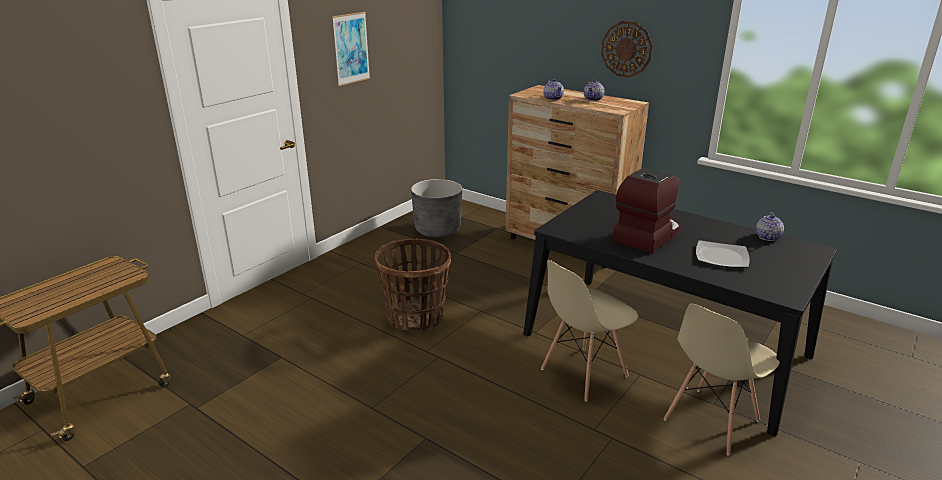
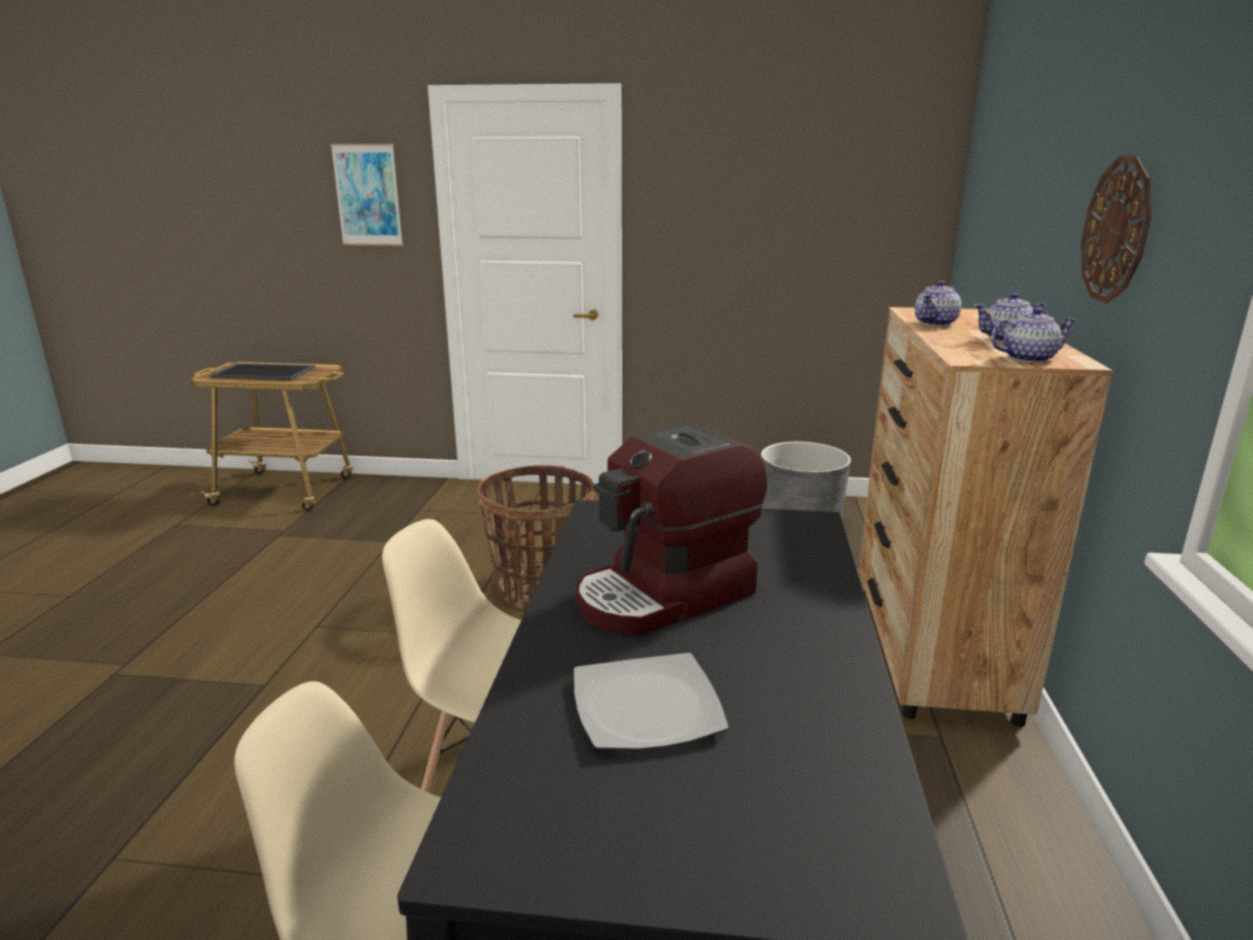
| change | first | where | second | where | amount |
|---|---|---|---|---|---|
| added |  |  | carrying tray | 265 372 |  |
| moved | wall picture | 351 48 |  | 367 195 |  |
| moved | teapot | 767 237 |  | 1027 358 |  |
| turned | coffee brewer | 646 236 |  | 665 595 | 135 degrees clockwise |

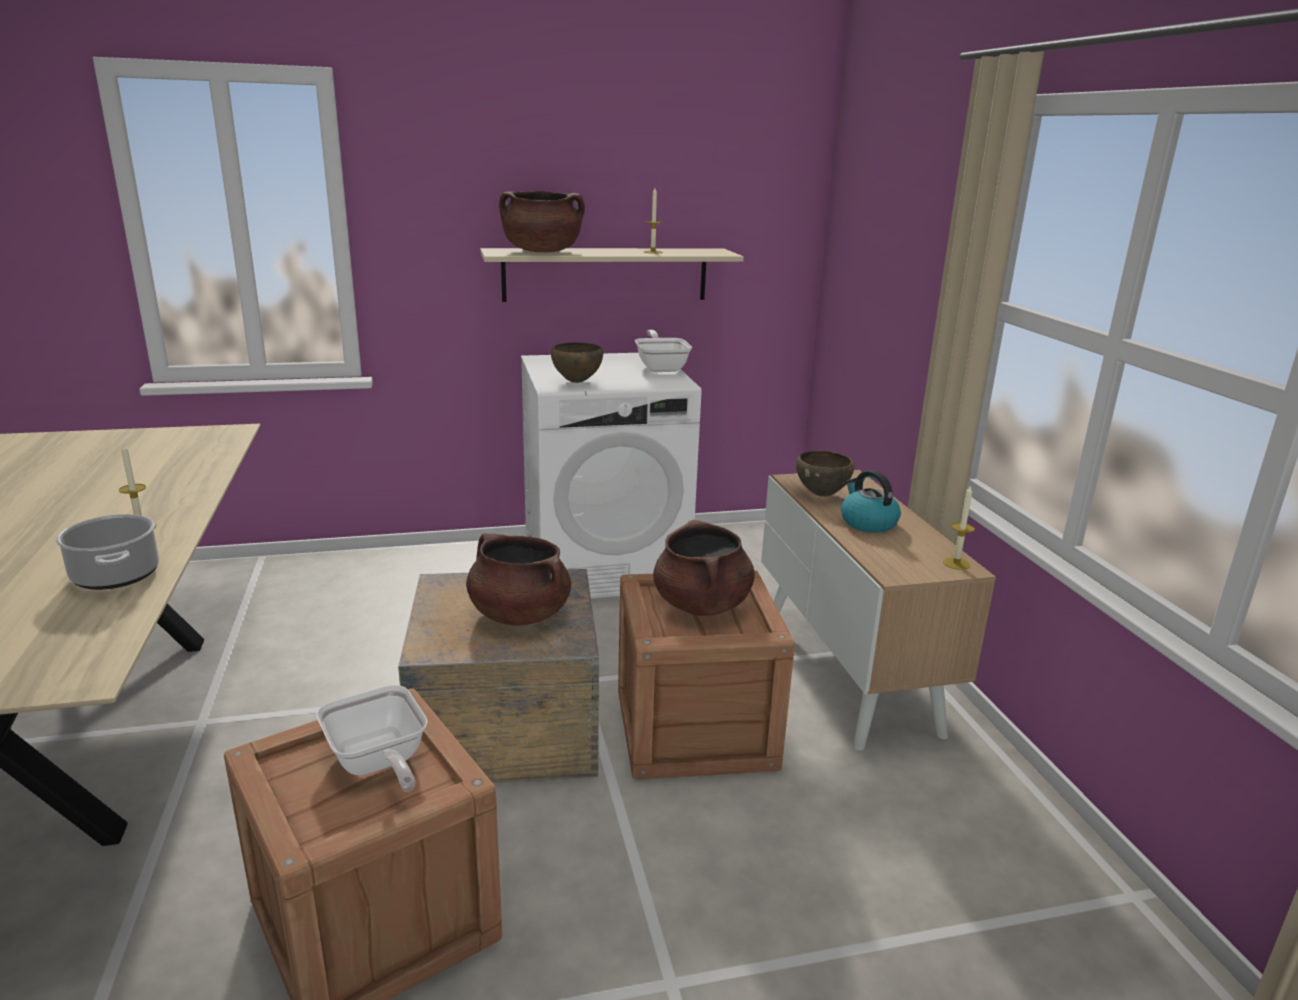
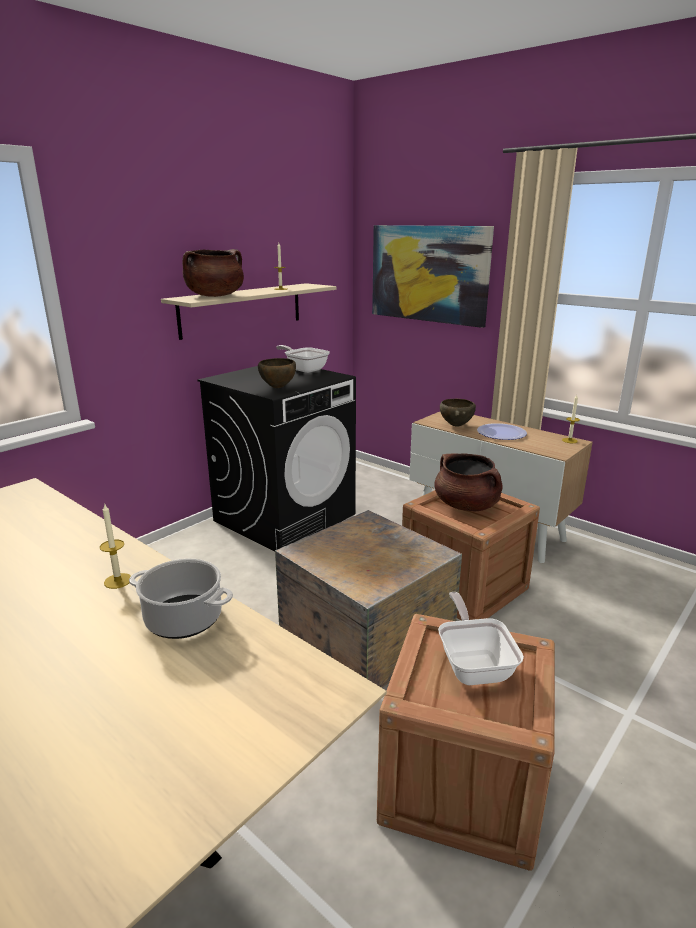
| change | first | where | second | where | amount |
|---|---|---|---|---|---|
| removed | stockpot (brownish) | 519 614 |  |  |  |
| added |  |  | wall picture | 429 274 |  |
| replaced | water kettle | 867 523 | flat dish | 501 433 |  |
| recoloured | laundry appliance (whitish) | 605 564 | laundry appliance (black) | 285 517 |  |
| turned | frying pan | 378 764 |  | 474 664 | 120 degrees counterclockwise |

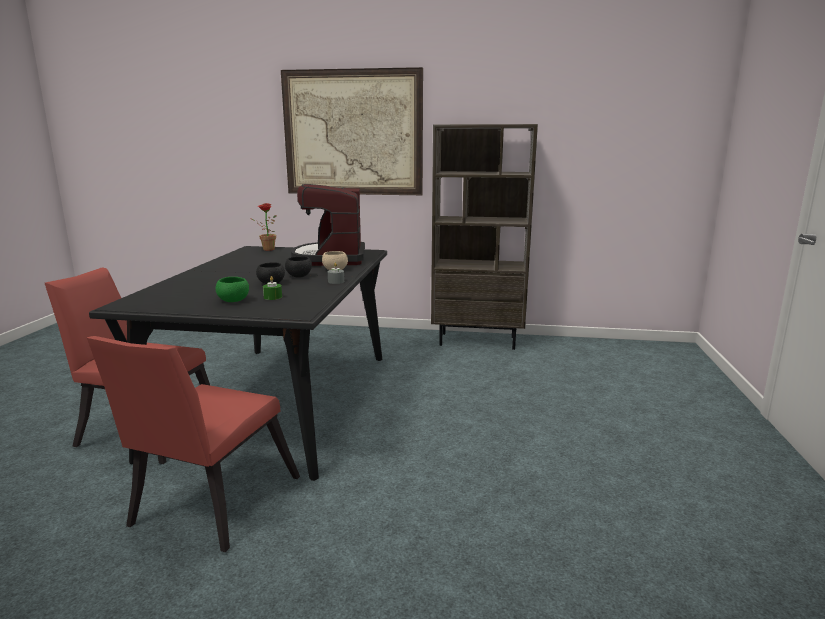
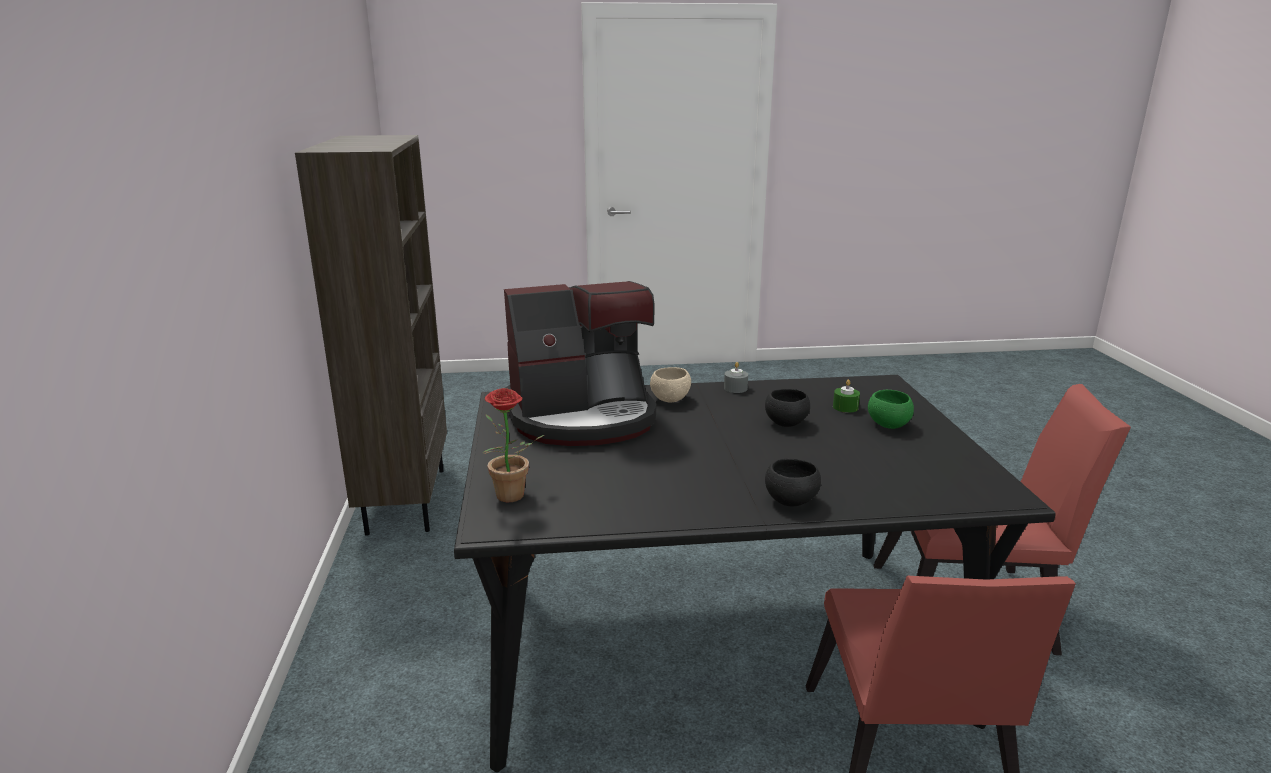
| change | first | where | second | where | amount |
|---|---|---|---|---|---|
| removed | wall picture | 353 133 |  |  |  |
| moved | deep dish (black) | 299 276 |  | 791 501 |  |

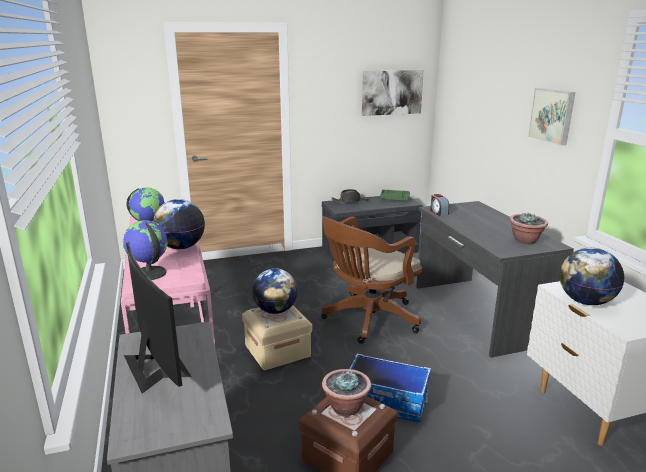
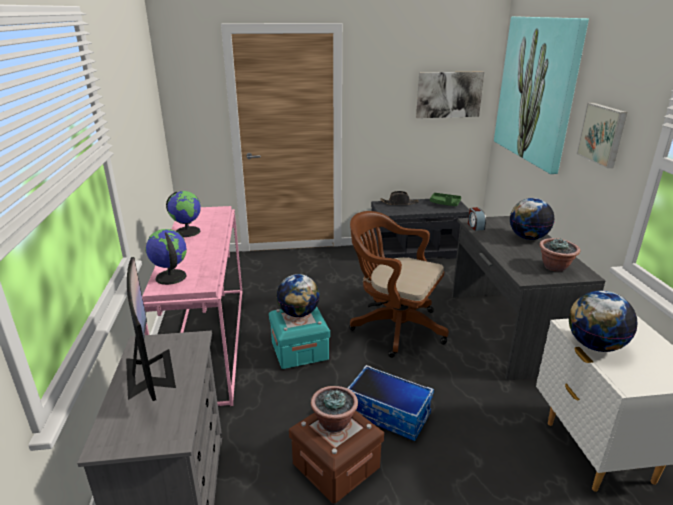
| change | first | where | second | where | amount |
|---|---|---|---|---|---|
| added |  |  | wall picture | 537 90 |  |
| moved | world globe | 181 247 |  | 528 237 |  |
| recoloured | storage container (beige) | 277 351 | storage container (turquoise) | 299 350 |  |
| turned | office chair (brownish) | 367 320 |  | 393 327 | 60 degrees clockwise |

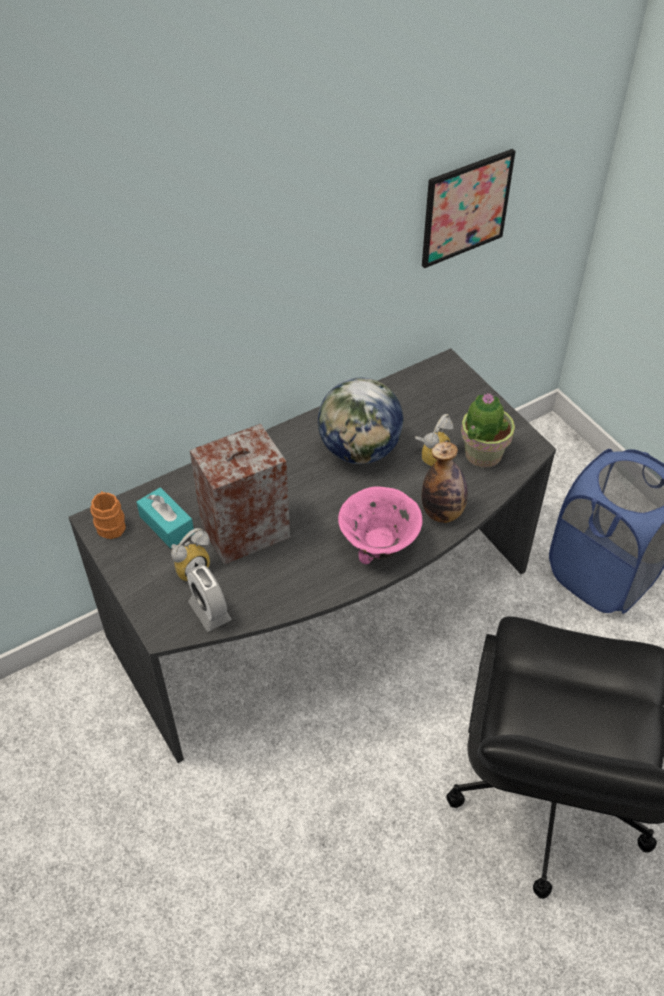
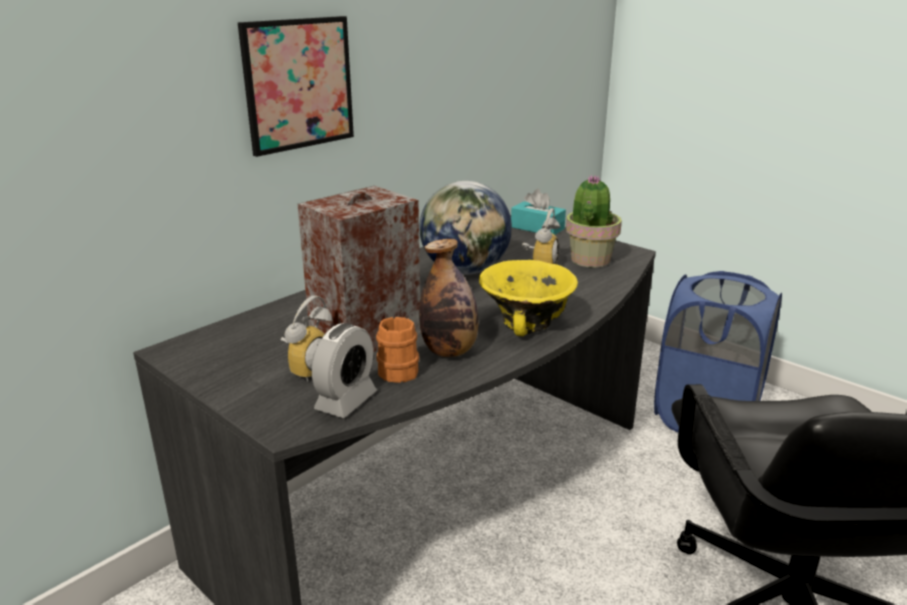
| change | first | where | second | where | amount |
|---|---|---|---|---|---|
| moved | tea mug (orange) | 110 524 |  | 395 370 |  |
| moved | box of tissues (turquoise) | 167 525 |  | 537 228 |  |
| moved | wall picture | 466 208 |  | 298 84 |  |
| moved | bottle | 442 512 |  | 449 351 |  |
| recoloured | deep dish (pink) | 378 544 | deep dish (yellow) | 525 325 |  |
| turned | table clock | 209 611 |  | 346 401 | 105 degrees counterclockwise |

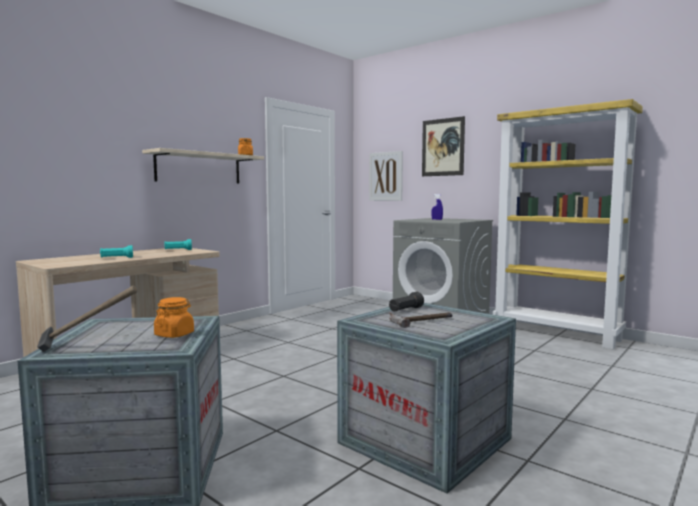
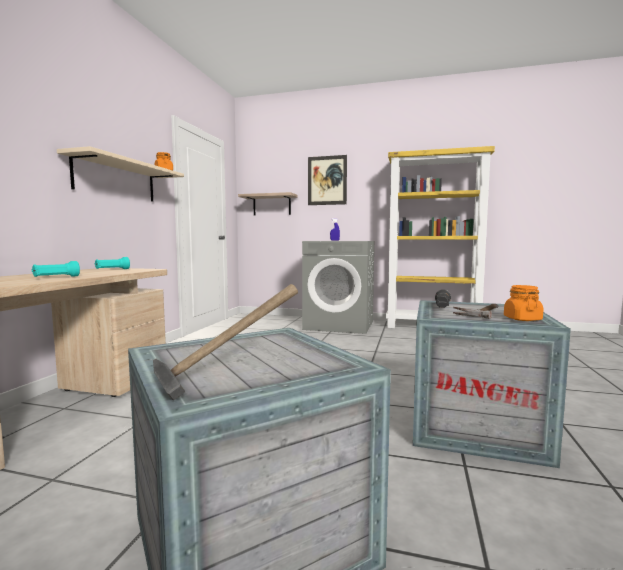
| change | first | where | second | where | amount |
|---|---|---|---|---|---|
| moved | storage jar (orange) | 174 334 |  | 522 319 |  |
| replaced | wall picture | 386 176 | wall shelf | 271 205 |  |

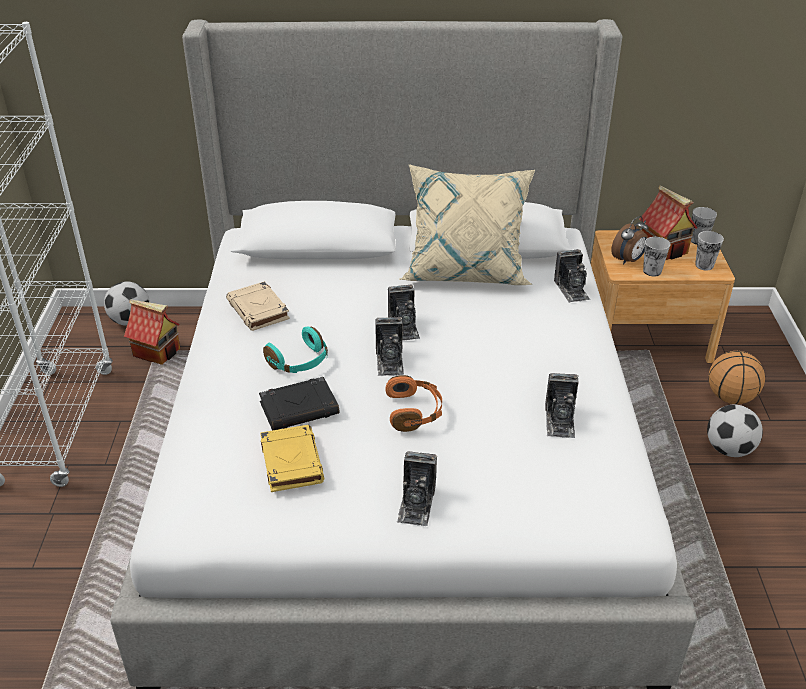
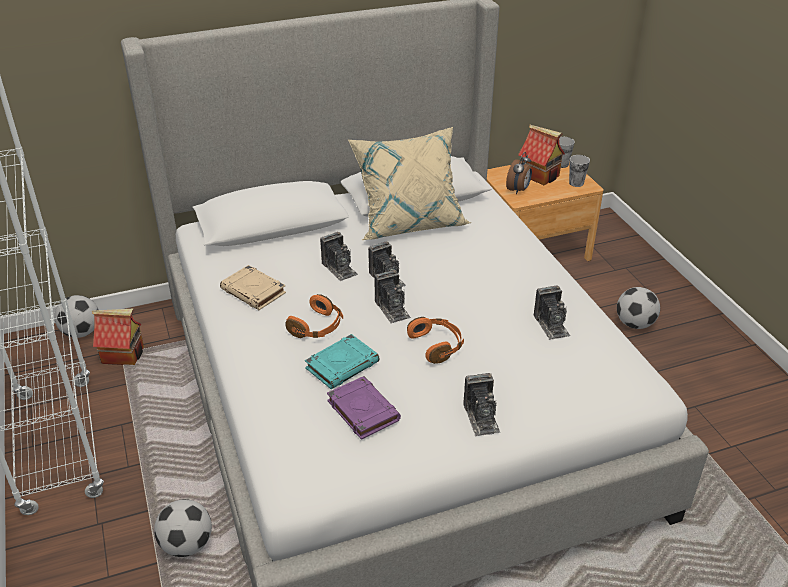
| change | first | where | second | where | amount |
|---|---|---|---|---|---|
| removed | drinking cup | 652 271 |  |  |  |
| removed | basketball | 731 397 |  |  |  |
| added |  |  | ball for football | 187 545 |  |
| moved | still camera | 571 289 |  | 339 268 |  |
| recoloured | volume (black) | 300 408 | volume (turquoise) | 342 365 |  |
| recoloured | volume (yellow) | 291 461 | volume (purplish) | 362 410 |  |
| recoloured | pair of headphones (turquoise) | 300 362 | pair of headphones (orange) | 317 327 |  |

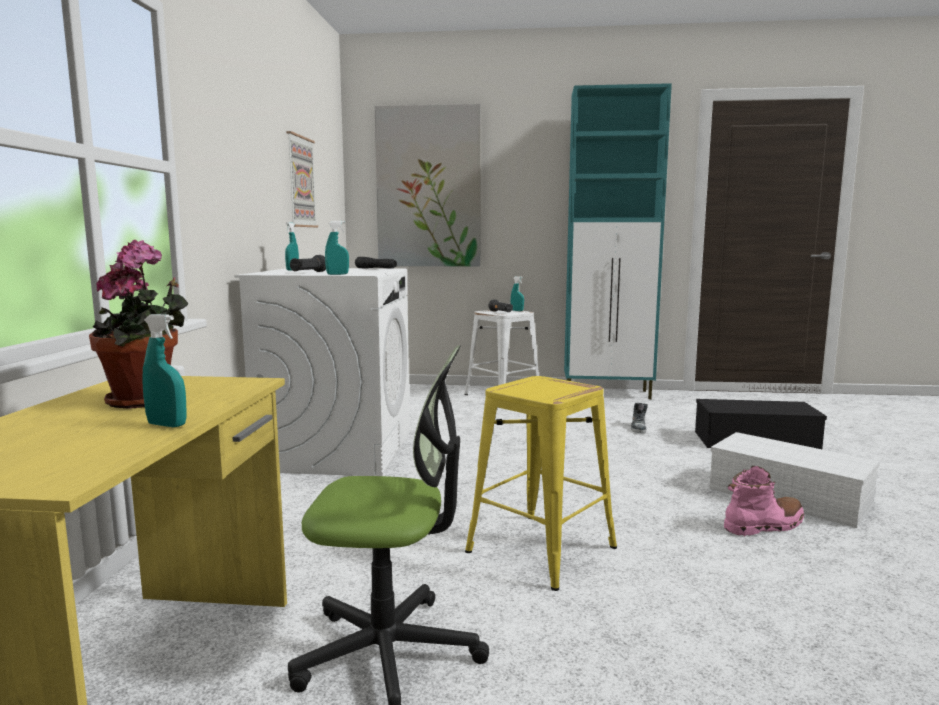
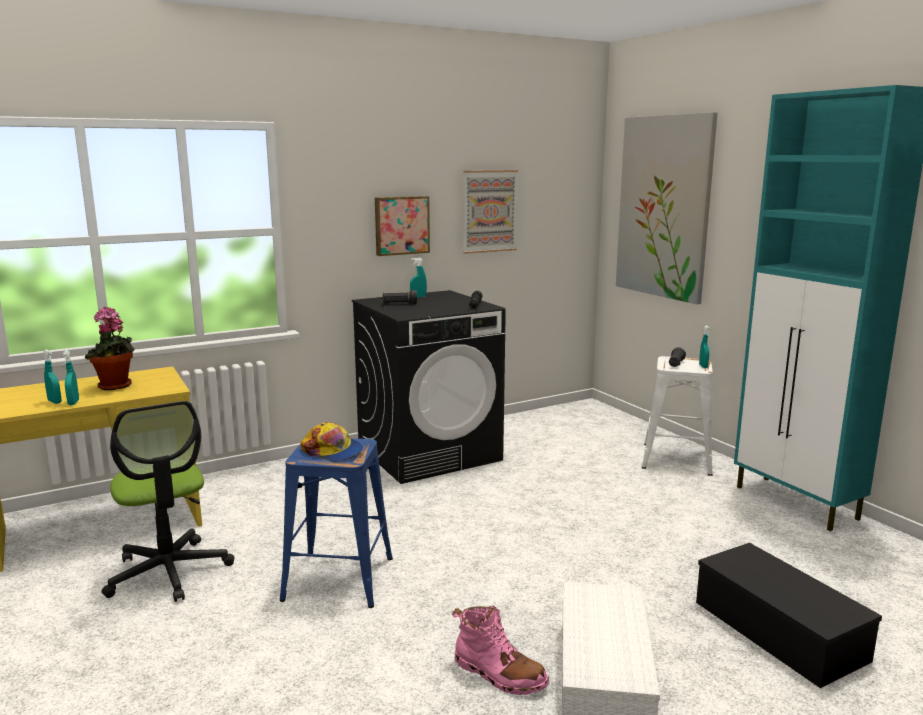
| change | first | where | second | where | amount |
|---|---|---|---|---|---|
| removed | low shoe | 638 428 |  |  |  |
| added |  |  | peaked cap | 333 451 |  |
| added |  |  | wall picture | 401 225 |  |
| moved | spray bottle (turquoise) | 337 274 |  | 54 402 |  |
| recoloured | laundry appliance (whitish) | 337 450 | laundry appliance (black) | 429 453 |  |
| recoloured | stool seat (yellow) | 540 548 | stool seat (blue) | 339 577 |  |

